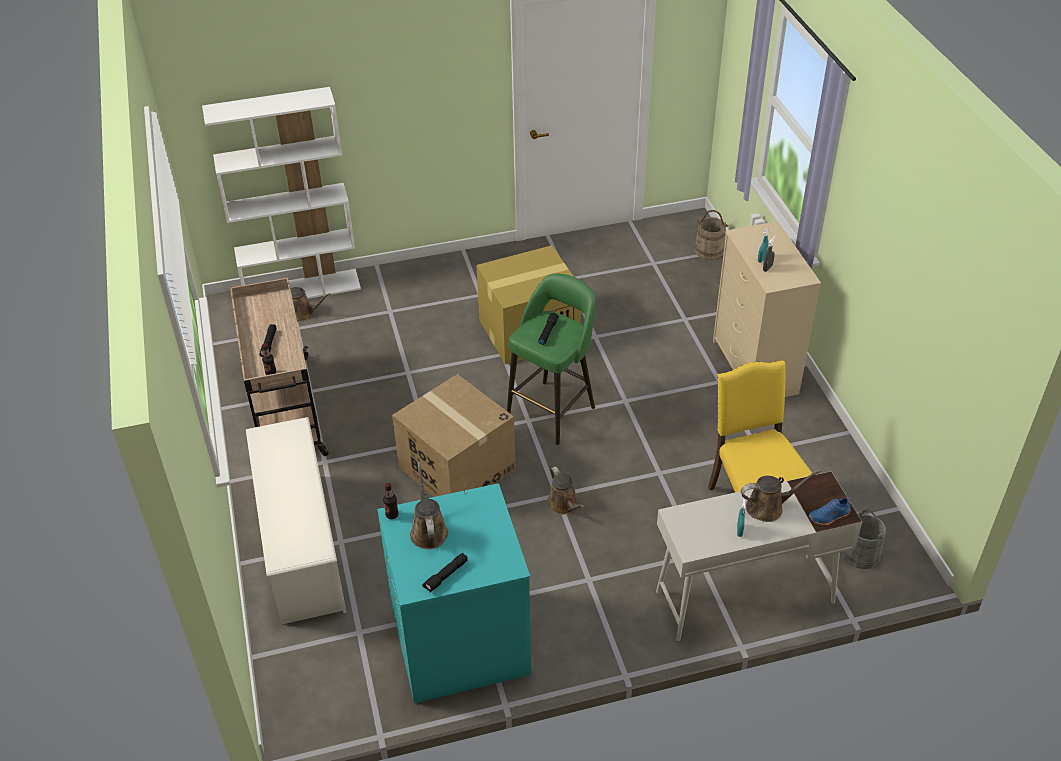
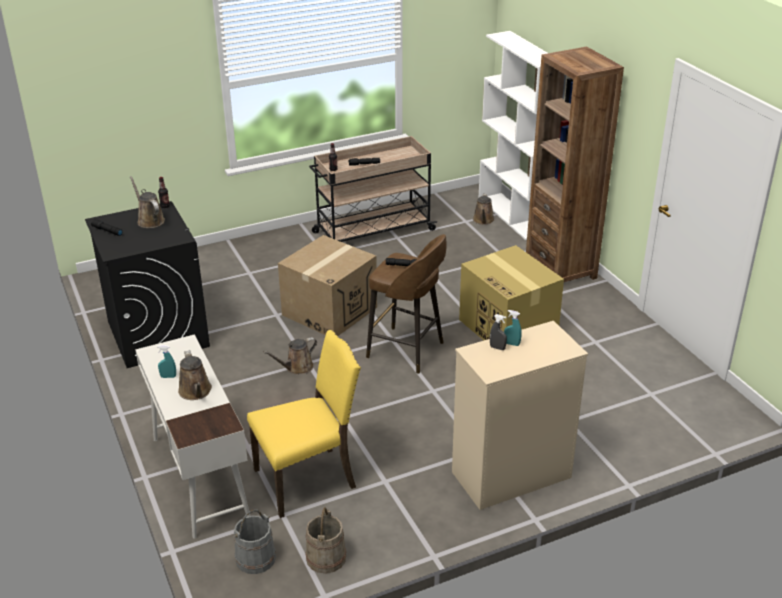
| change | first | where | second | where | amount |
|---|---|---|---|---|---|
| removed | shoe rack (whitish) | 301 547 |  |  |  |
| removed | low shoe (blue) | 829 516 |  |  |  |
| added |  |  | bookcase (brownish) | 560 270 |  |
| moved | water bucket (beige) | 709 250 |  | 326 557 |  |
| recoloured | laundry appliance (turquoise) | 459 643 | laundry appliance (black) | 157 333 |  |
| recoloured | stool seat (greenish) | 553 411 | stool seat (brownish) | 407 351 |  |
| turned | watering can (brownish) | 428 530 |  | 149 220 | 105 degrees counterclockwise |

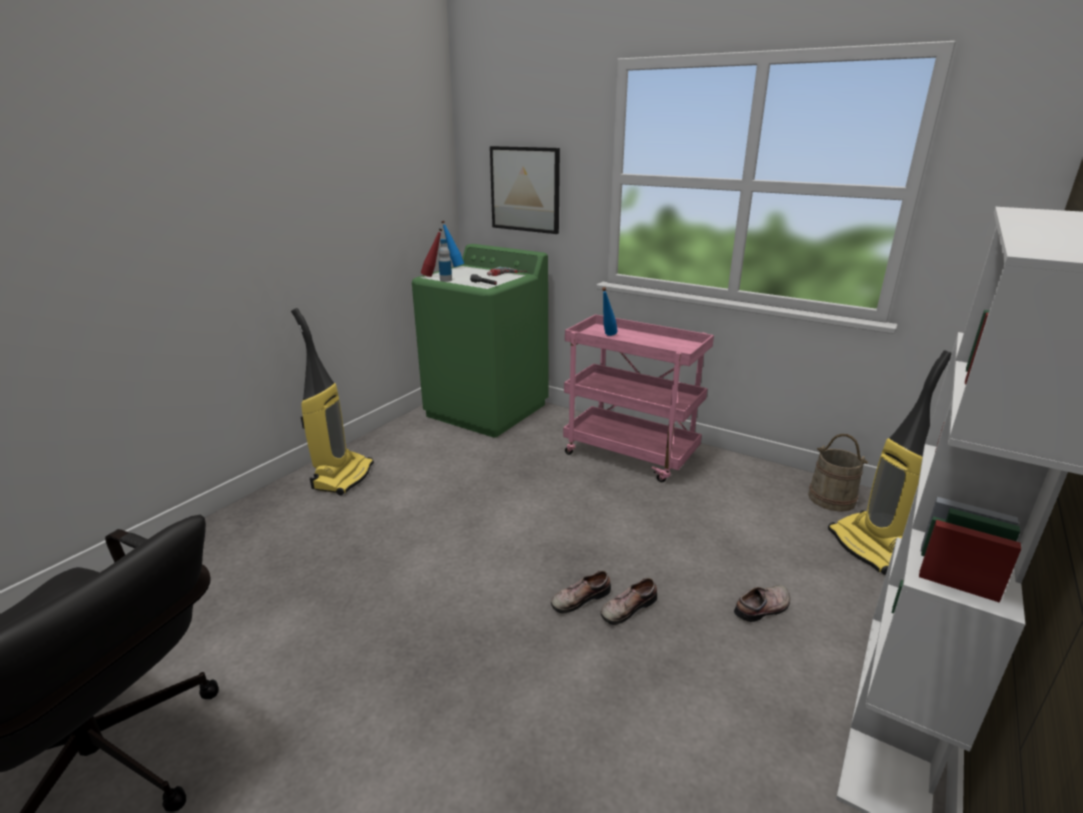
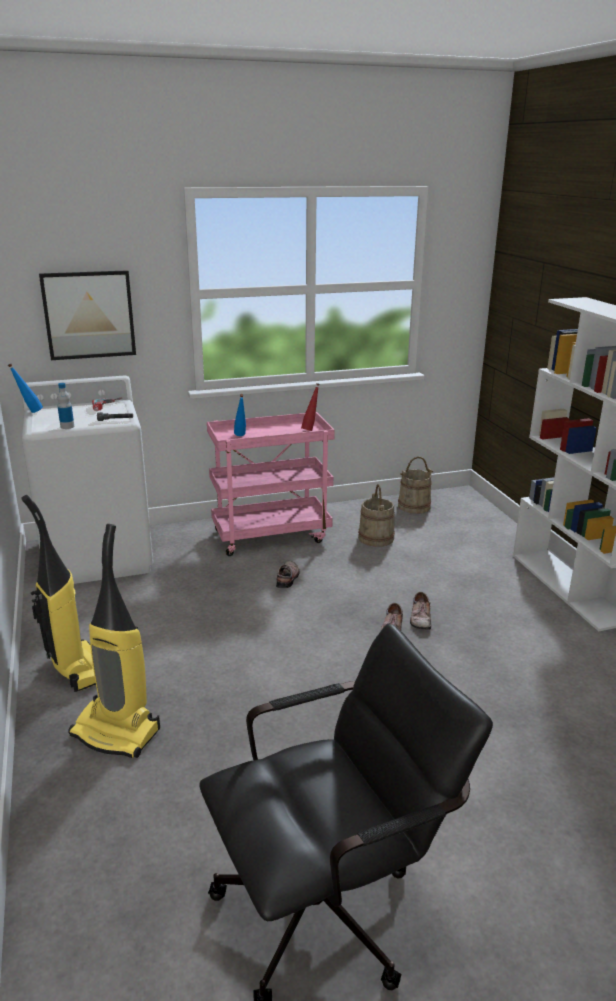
| change | first | where | second | where | amount |
|---|---|---|---|---|---|
| added |  |  | water bucket (beige) | 376 538 |  |
| moved | bottle (red-coloured) | 433 276 |  | 310 429 |  |
| moved | low shoe | 763 608 |  | 288 578 |  |
| moved | vacuum cleaner | 872 548 |  | 117 732 |  |
| recoloured | laundry appliance (greenish) | 487 410 | laundry appliance (whitish) | 99 555 |  |

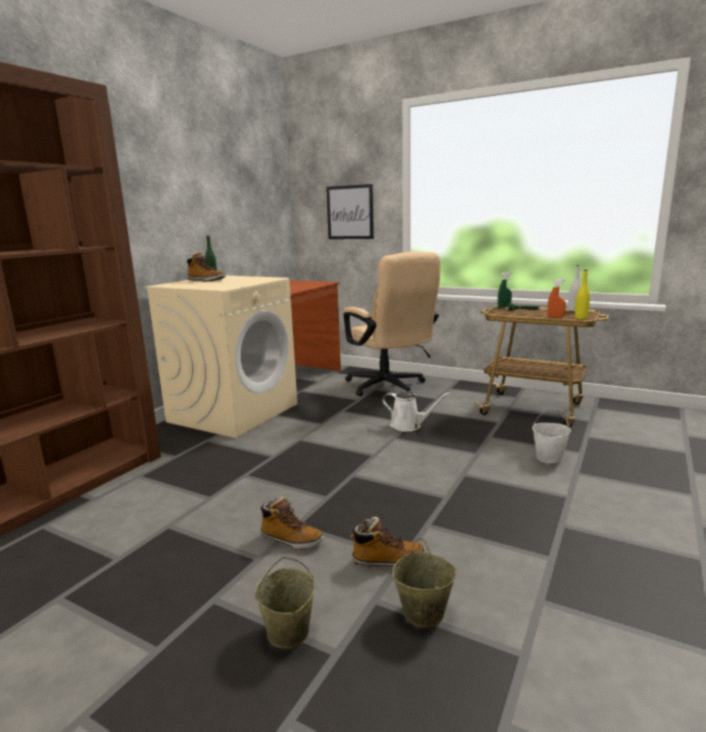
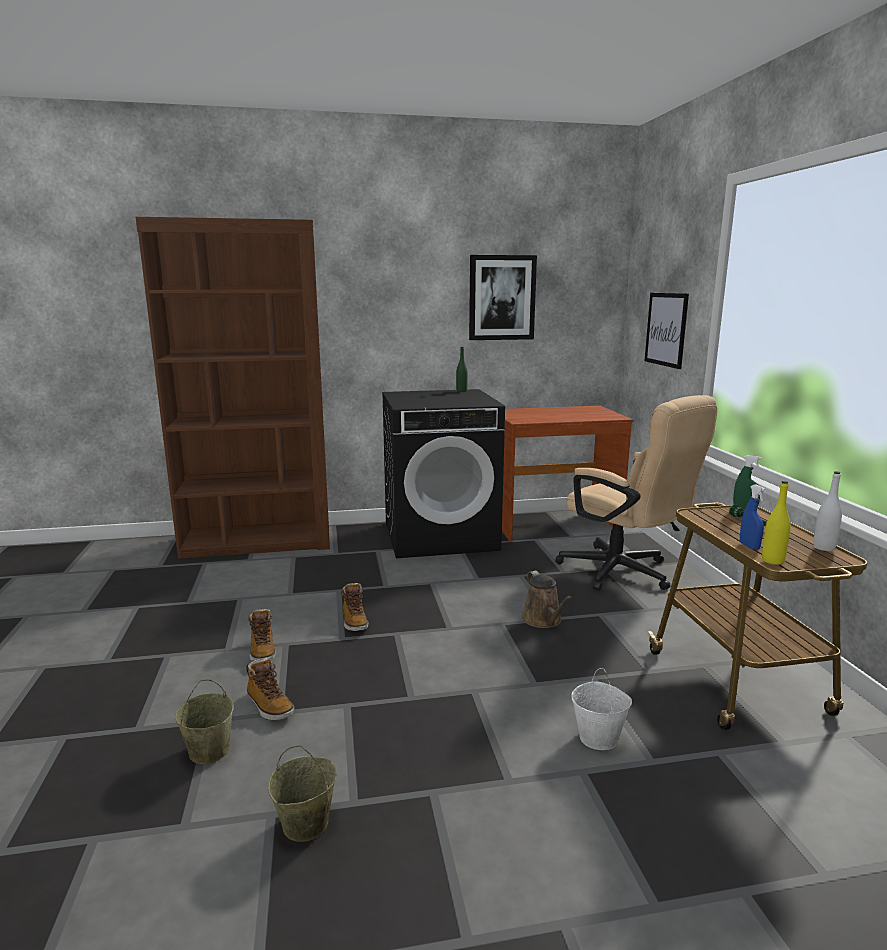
| change | first | where | second | where | amount |
|---|---|---|---|---|---|
| added |  |  | wall picture | 502 298 |  |
| moved | boot | 206 280 |  | 354 621 |  |
| moved | water bucket (beige) | 288 633 |  | 305 824 |  |
| recoloured | laundry appliance (beige) | 234 412 | laundry appliance (black) | 441 536 |  |
| recoloured | watering can (whitish) | 409 425 | watering can (brownish) | 544 620 |  |
| recoloured | spray bottle (orange) | 555 317 | spray bottle (blue) | 749 546 |  |
| turned | office chair (beige) | 389 388 |  | 625 574 | 60 degrees counterclockwise |

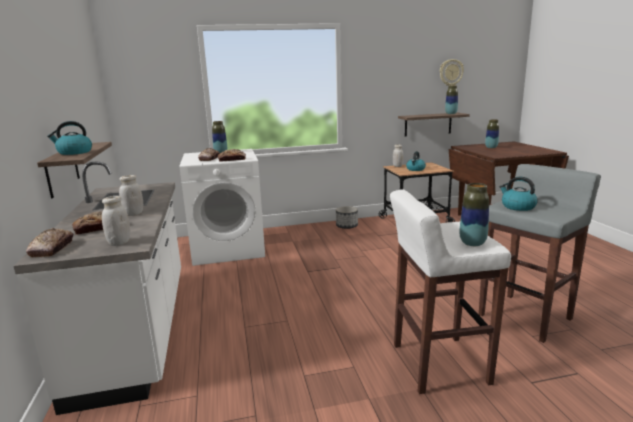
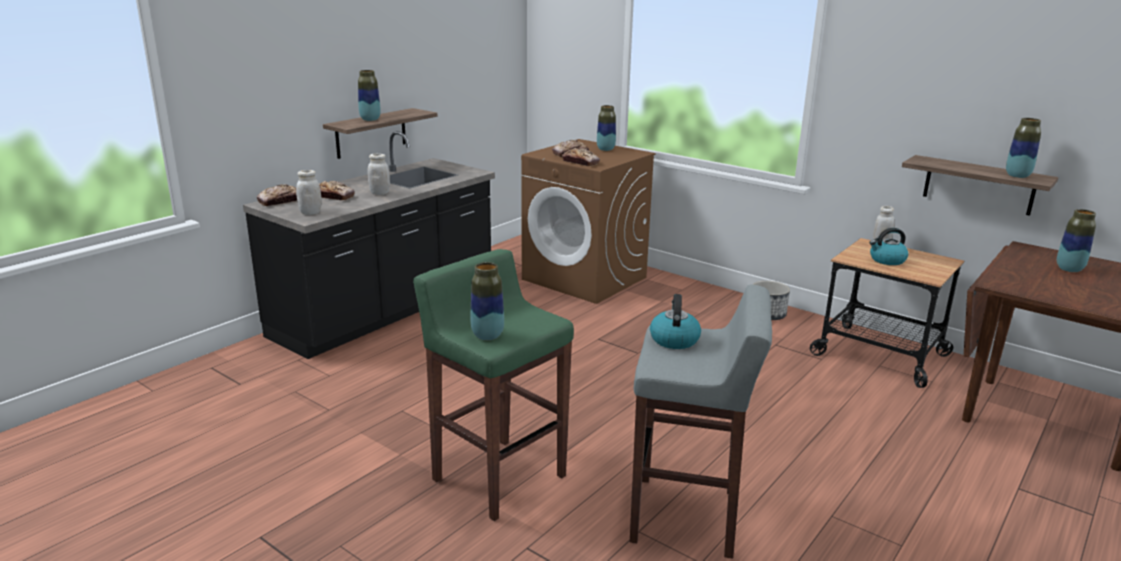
| change | first | where | second | where | amount |
|---|---|---|---|---|---|
| removed | hanging clock | 451 72 |  |  |  |
| replaced | water kettle | 74 152 | decorative vase | 370 119 |  |
| recoloured | kitchen counter (whitish) | 137 329 | kitchen counter (black) | 387 311 |  |
| recoloured | laundry appliance (whitish) | 229 249 | laundry appliance (brownish) | 585 278 |  |
| recoloured | stool seat (whitish) | 438 364 | stool seat (greenish) | 498 477 |  |

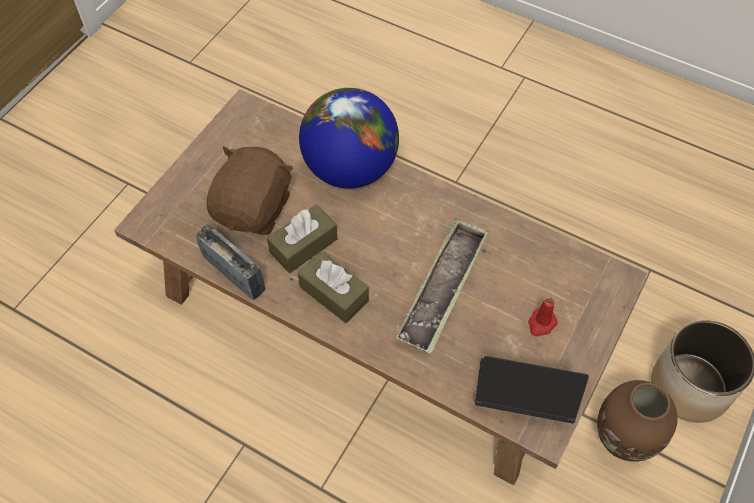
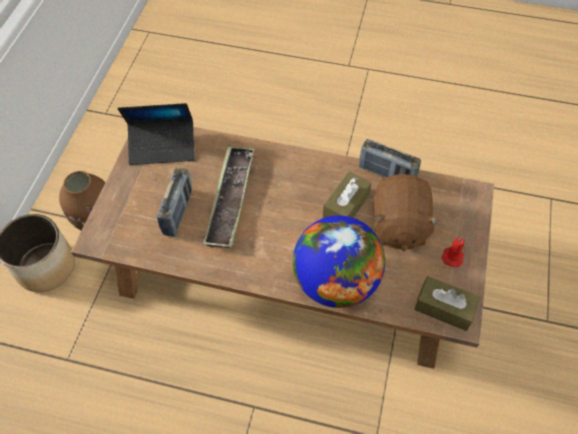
| change | first | where | second | where | amount |
|---|---|---|---|---|---|
| added |  |  | radio set | 178 212 |  |
| moved | box of tissues (brownish) | 334 294 |  | 444 308 |  |
| moved | candle (red-coloured) | 541 323 |  | 452 256 |  |

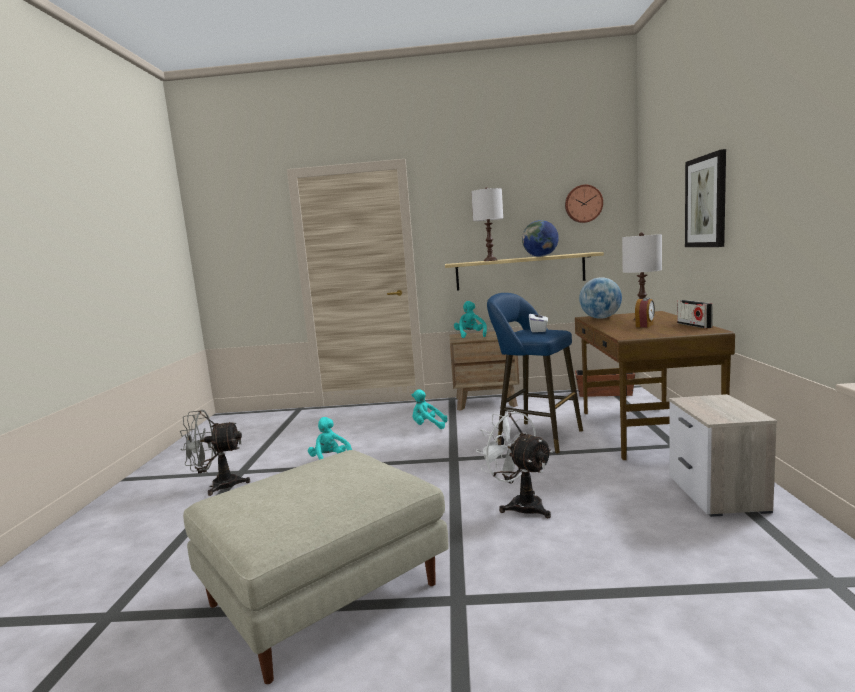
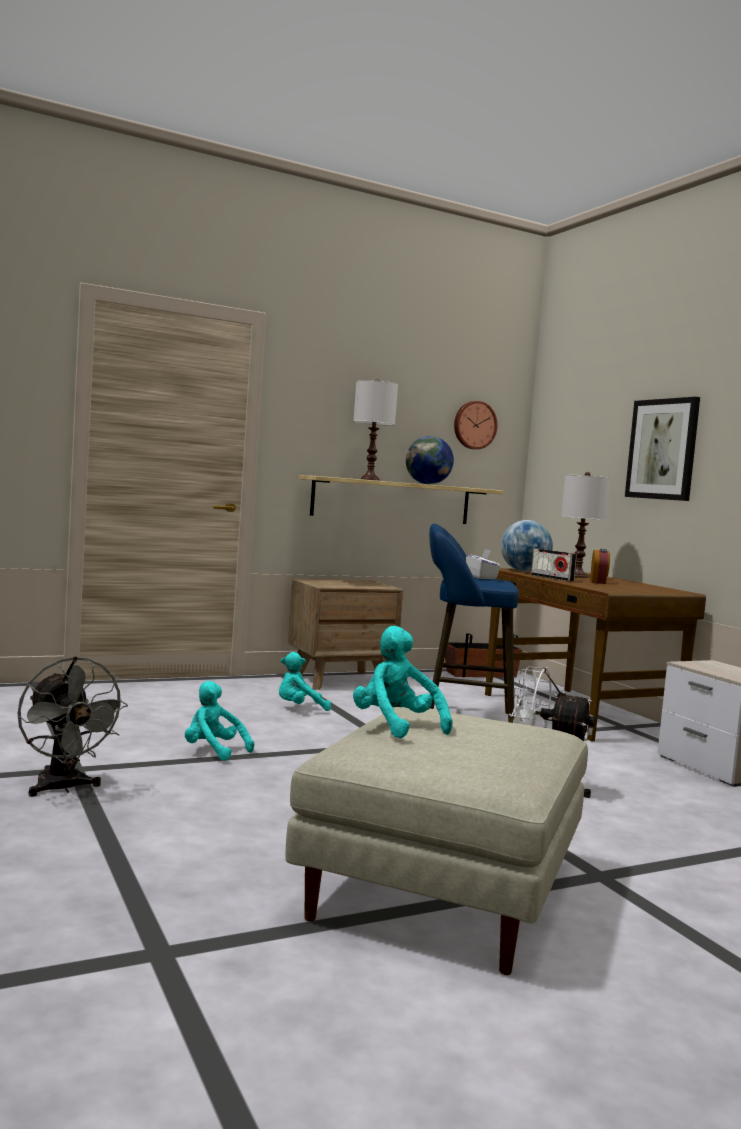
| change | first | where | second | where | amount |
|---|---|---|---|---|---|
| moved | cuddly toy (turquoise) | 470 335 |  | 396 726 |  |
| moved | radio set | 694 325 |  | 552 578 |  |
| turned | electric fan (grey) | 218 486 |  | 63 788 | 90 degrees counterclockwise |

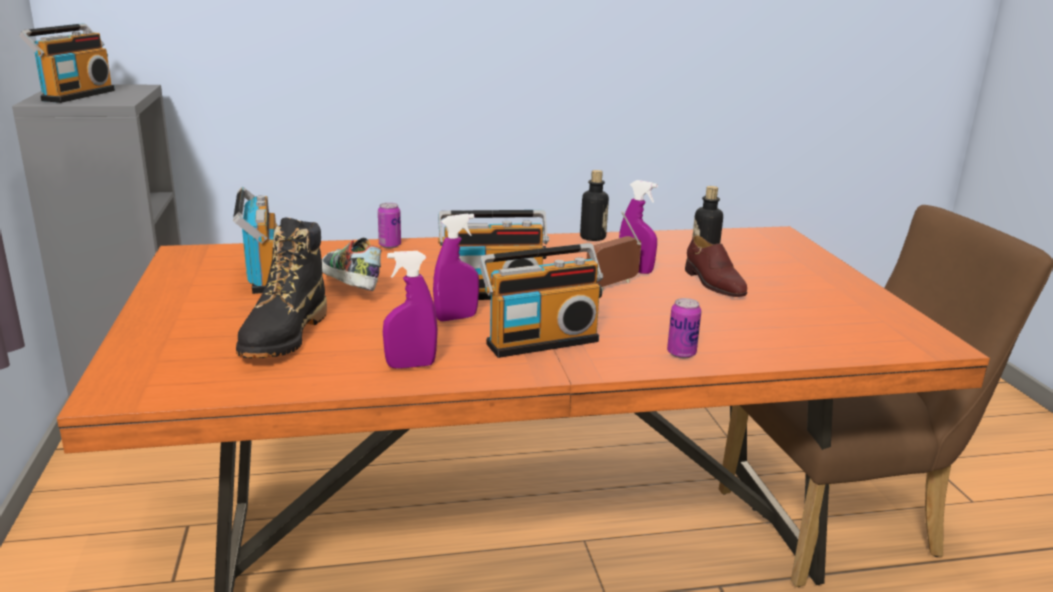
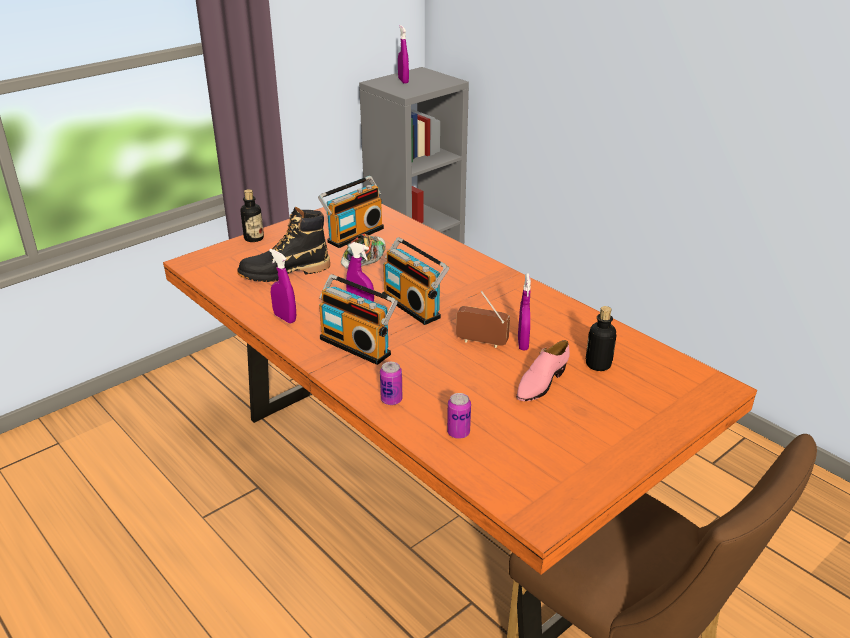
| change | first | where | second | where | amount |
|---|---|---|---|---|---|
| moved | sealed can | 390 245 |  | 458 433 |  |
| moved | bottle | 592 237 |  | 254 238 |  |
| replaced | radio set | 75 95 | spray bottle (purplish) | 403 81 |  |
| recoloured | low shoe (brownish) | 713 283 | low shoe (pink) | 541 383 |  |

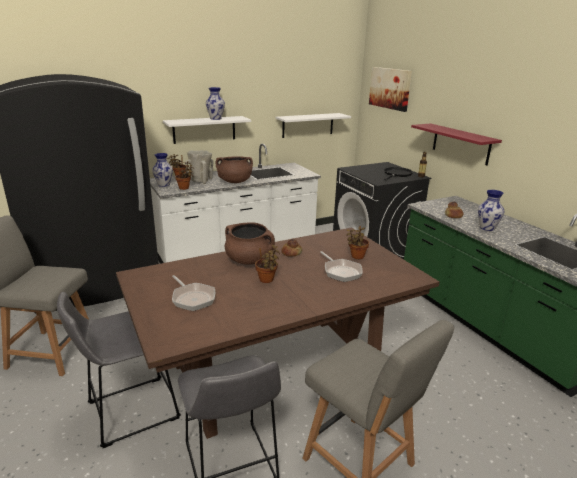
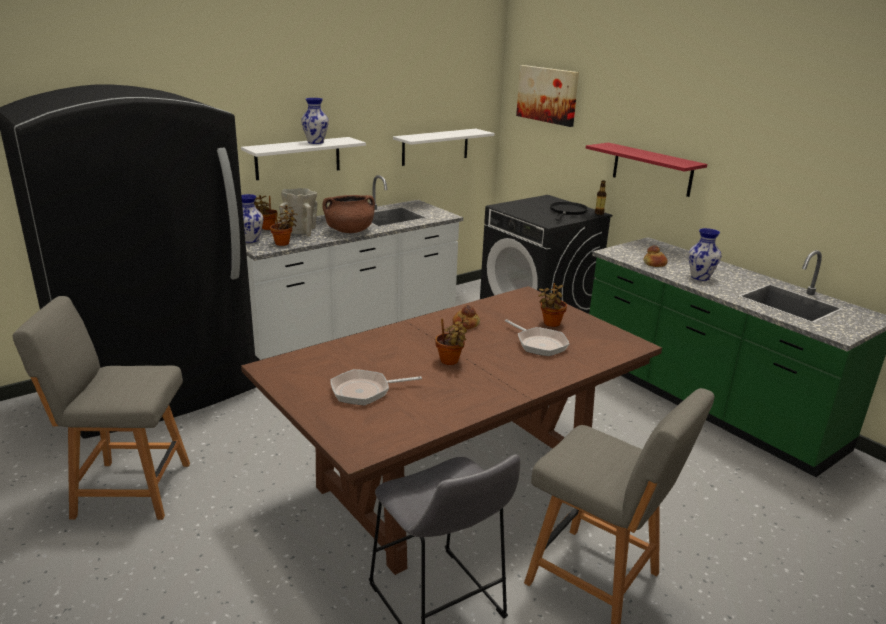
| change | first | where | second | where | amount |
|---|---|---|---|---|---|
| removed | stool seat (grey) | 128 412 |  |  |  |
| removed | stockpot (brownish) | 249 260 |  |  |  |
| turned | frying pan | 192 298 |  | 365 391 | 120 degrees clockwise |

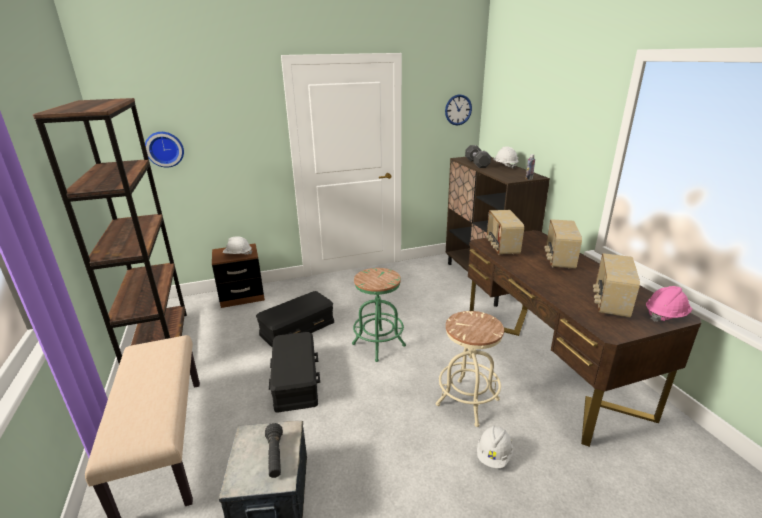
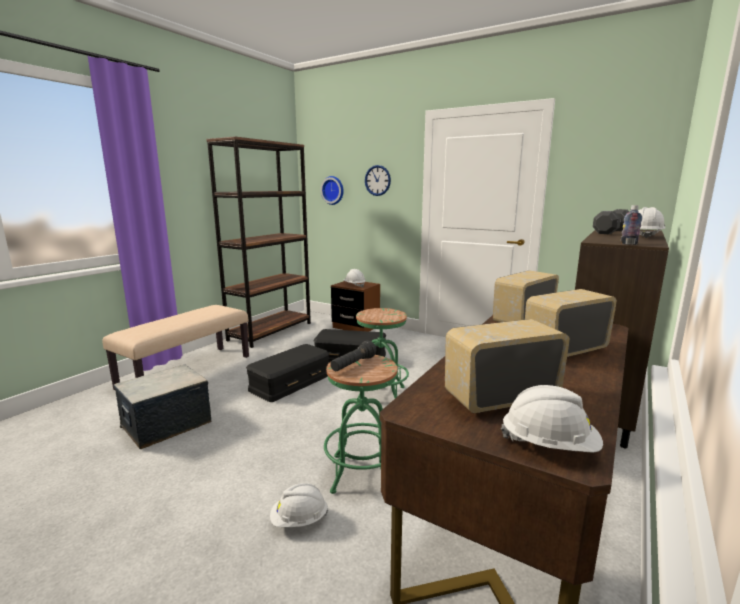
| change | first | where | second | where | amount |
|---|---|---|---|---|---|
| moved | flashlight (black) | 275 456 |  | 353 365 |  |
| moved | hanging clock | 458 110 |  | 377 180 |  |
| recoloured | stool seat (beige) | 467 402 | stool seat (greenish) | 362 473 |  |
| recoloured | work helmet (pink) | 665 315 | work helmet (whitish) | 549 446 |  |

